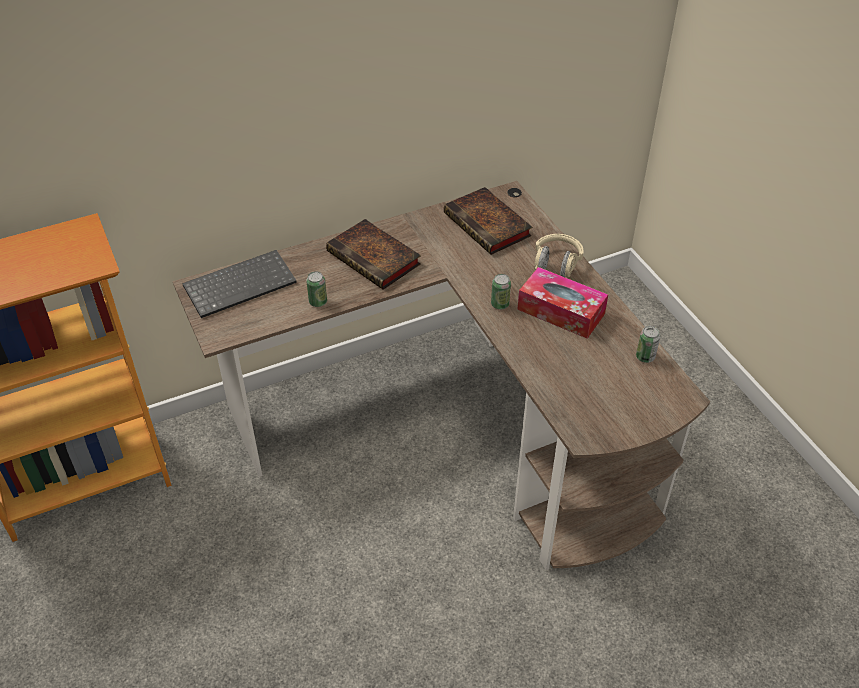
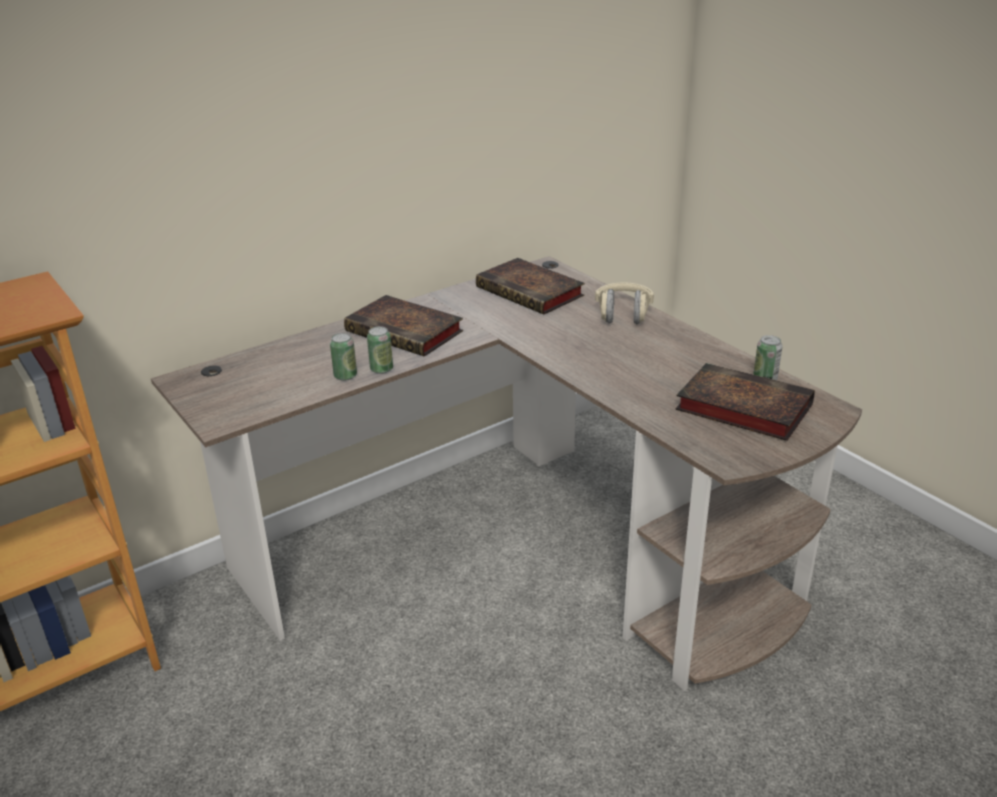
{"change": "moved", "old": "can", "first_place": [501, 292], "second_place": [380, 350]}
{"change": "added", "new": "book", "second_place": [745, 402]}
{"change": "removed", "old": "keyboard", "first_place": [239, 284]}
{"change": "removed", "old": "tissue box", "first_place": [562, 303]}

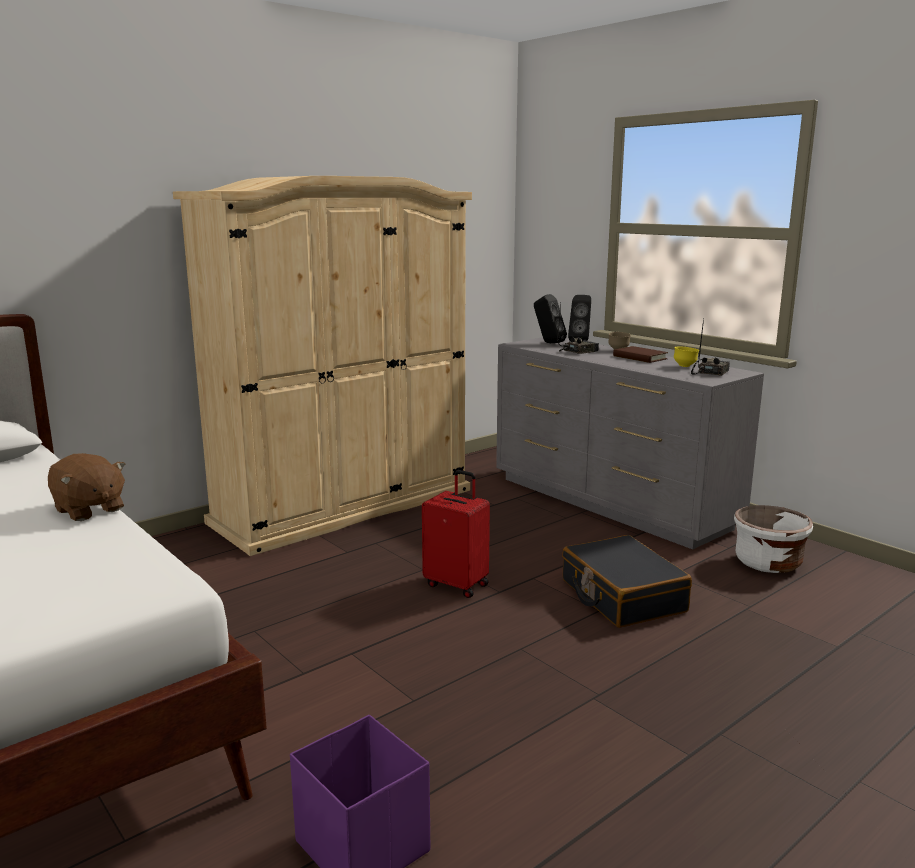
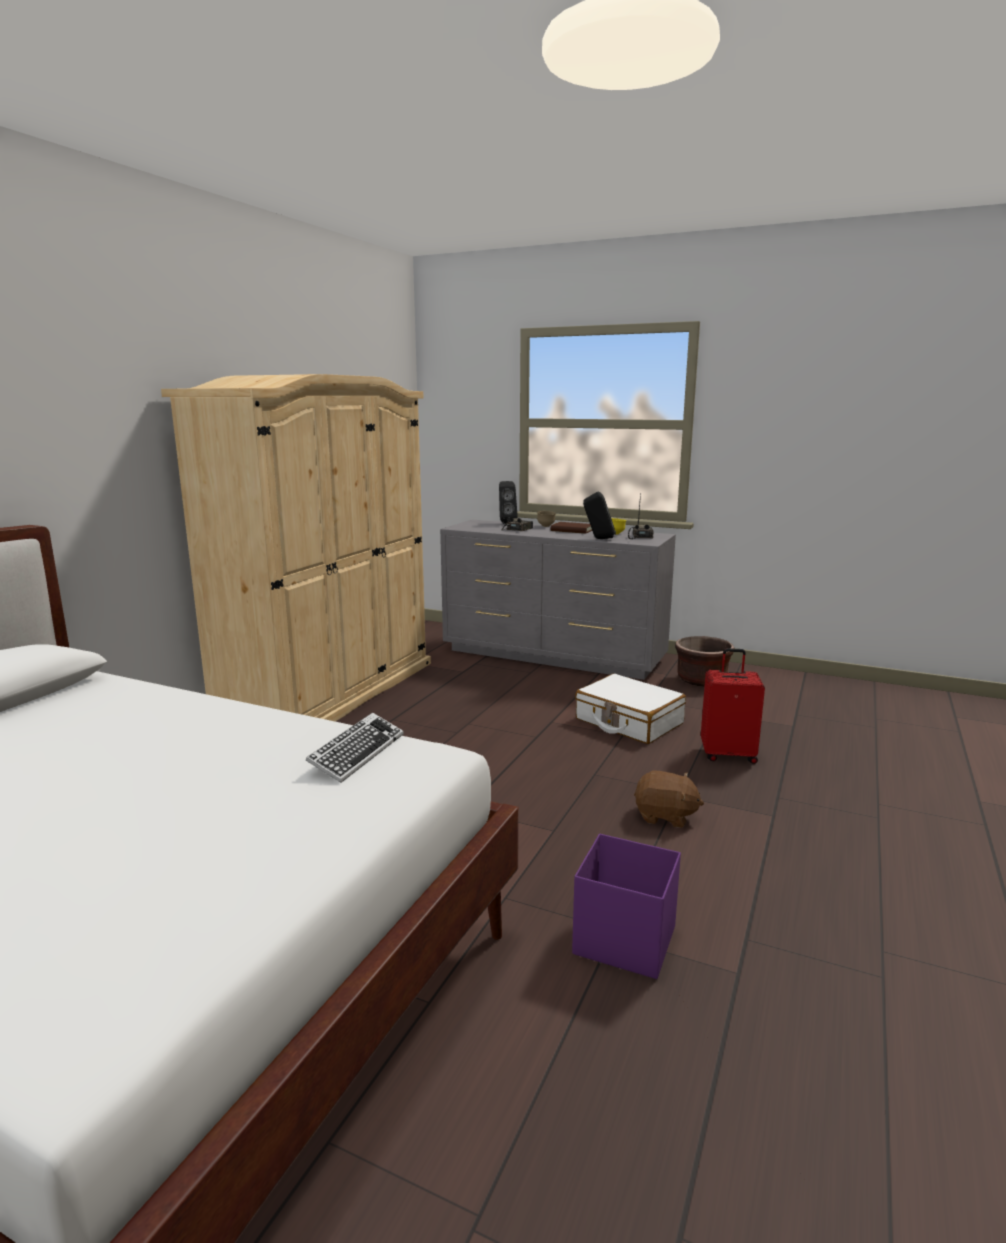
{"change": "added", "new": "keyboard", "second_place": [354, 747]}
{"change": "recoloured", "old": "suitcase/black", "new": "suitcase/white", "first_place": [627, 581], "second_place": [630, 709]}
{"change": "moved", "old": "speaker/black", "first_place": [550, 318], "second_place": [599, 515]}
{"change": "moved", "old": "plush toy/brown", "first_place": [87, 487], "second_place": [669, 799]}
{"change": "recoloured", "old": "planter/white", "new": "planter/brown", "first_place": [773, 539], "second_place": [705, 661]}
{"change": "moved", "old": "suitcase/red", "first_place": [456, 534], "second_place": [733, 706]}

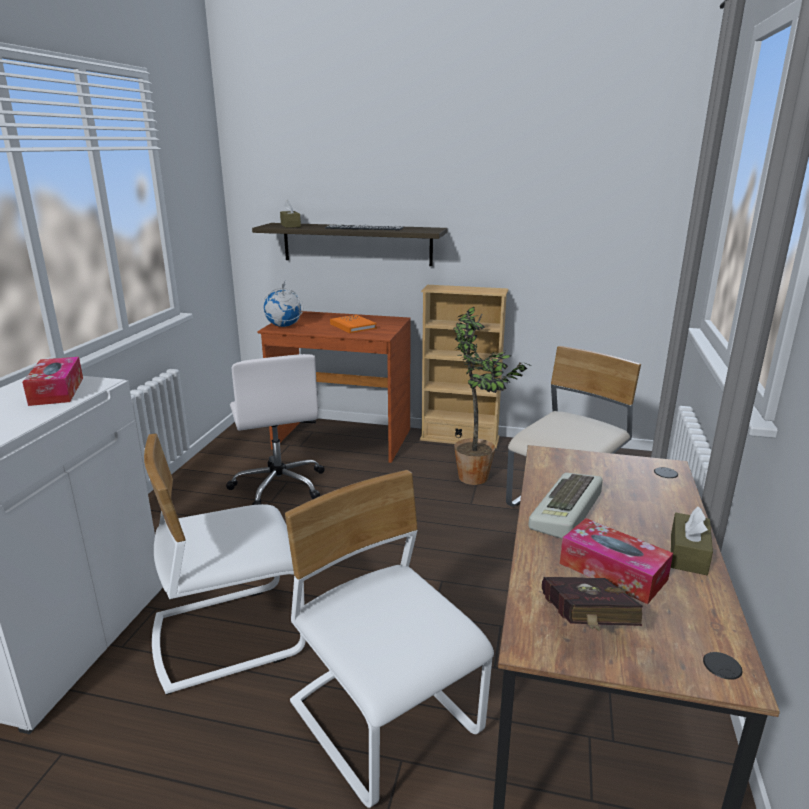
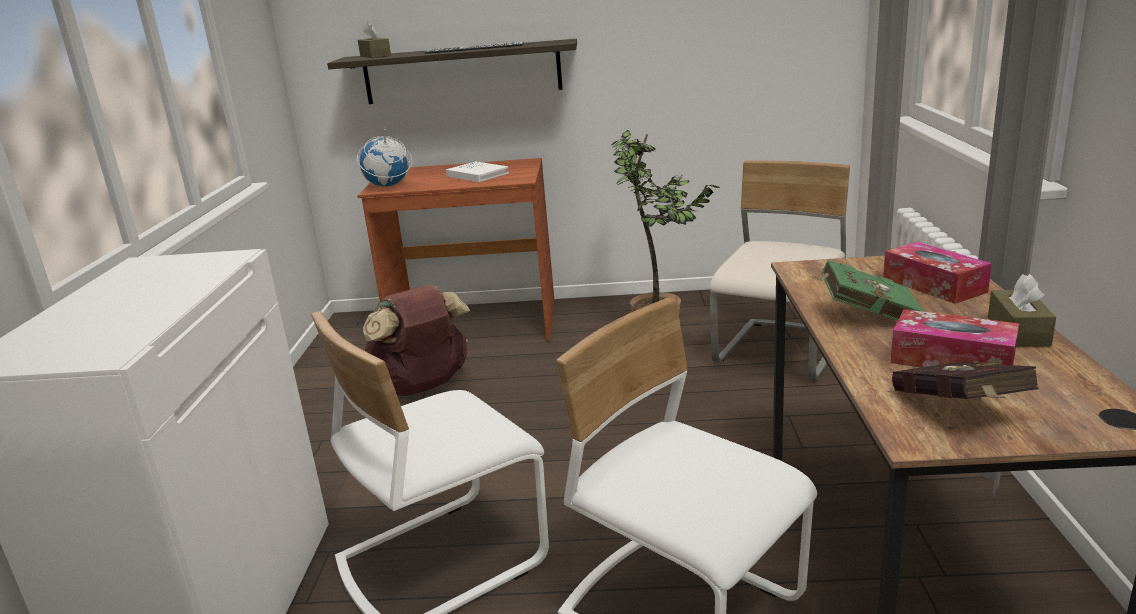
{"change": "replaced", "old": "office chair/white", "new": "backpack/brown", "first_place": [275, 429], "second_place": [416, 340]}
{"change": "recoloured", "old": "book/orange", "new": "book/white", "first_place": [353, 324], "second_place": [477, 171]}
{"change": "replaced", "old": "keyboard", "new": "book/green", "first_place": [565, 506], "second_place": [867, 290]}
{"change": "moved", "old": "tissue box", "first_place": [52, 381], "second_place": [937, 273]}
{"change": "removed", "old": "bookcase/beige", "first_place": [464, 366]}

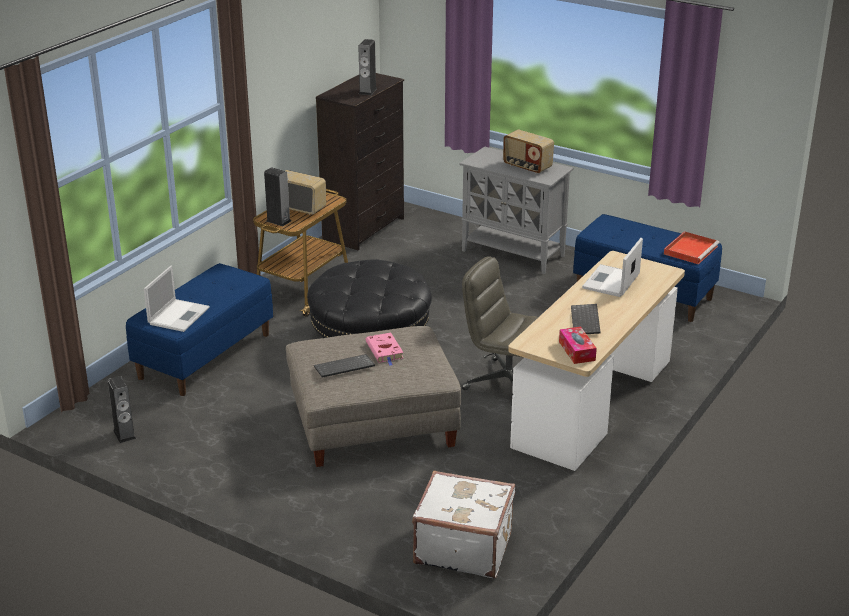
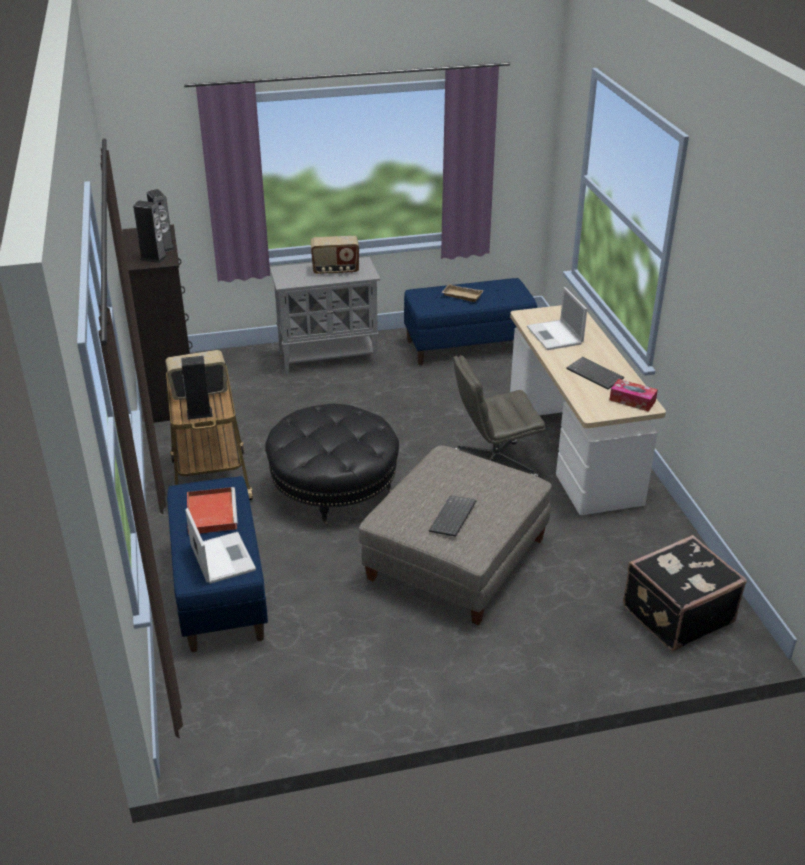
{"change": "moved", "old": "speaker", "first_place": [122, 409], "second_place": [150, 232]}
{"change": "moved", "old": "tray/red", "first_place": [692, 247], "second_place": [212, 511]}
{"change": "added", "new": "tray/beige", "second_place": [462, 293]}
{"change": "recoloured", "old": "suitcase/white", "new": "suitcase/black", "first_place": [463, 524], "second_place": [685, 593]}
{"change": "removed", "old": "book/pink", "first_place": [385, 349]}

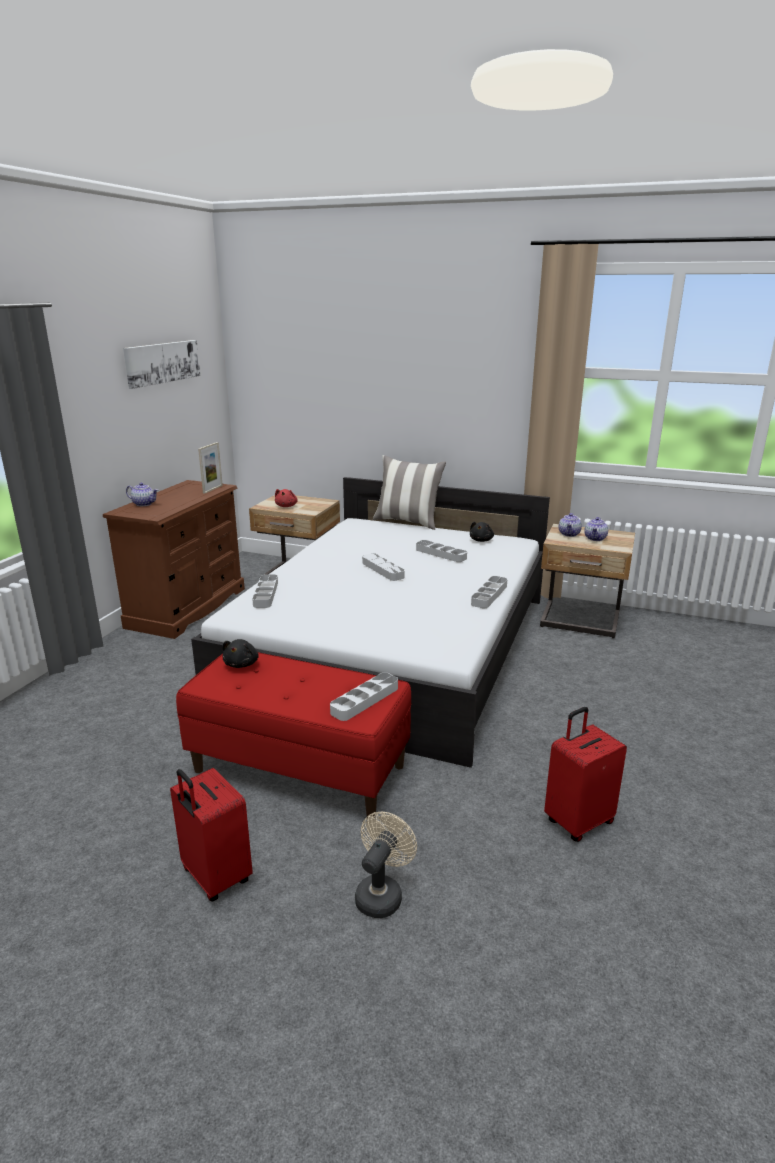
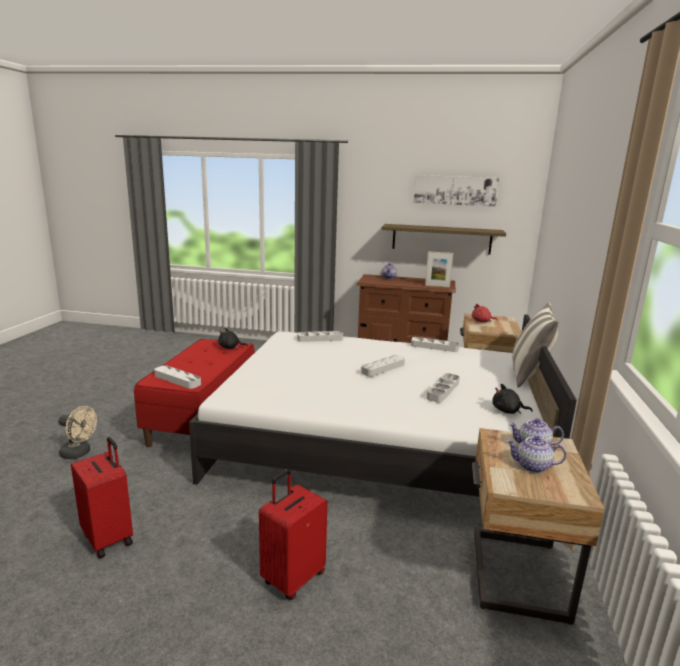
{"change": "moved", "old": "suitcase/red", "first_place": [211, 835], "second_place": [293, 534]}
{"change": "added", "new": "shelf", "second_place": [444, 239]}
{"change": "moved", "old": "tray/grey", "first_place": [489, 592], "second_place": [435, 344]}

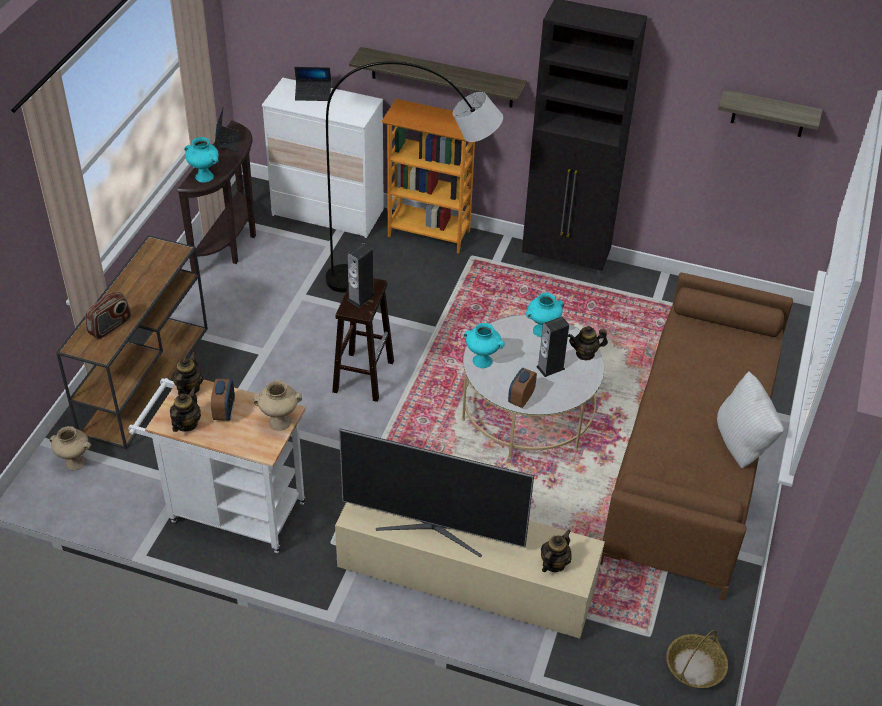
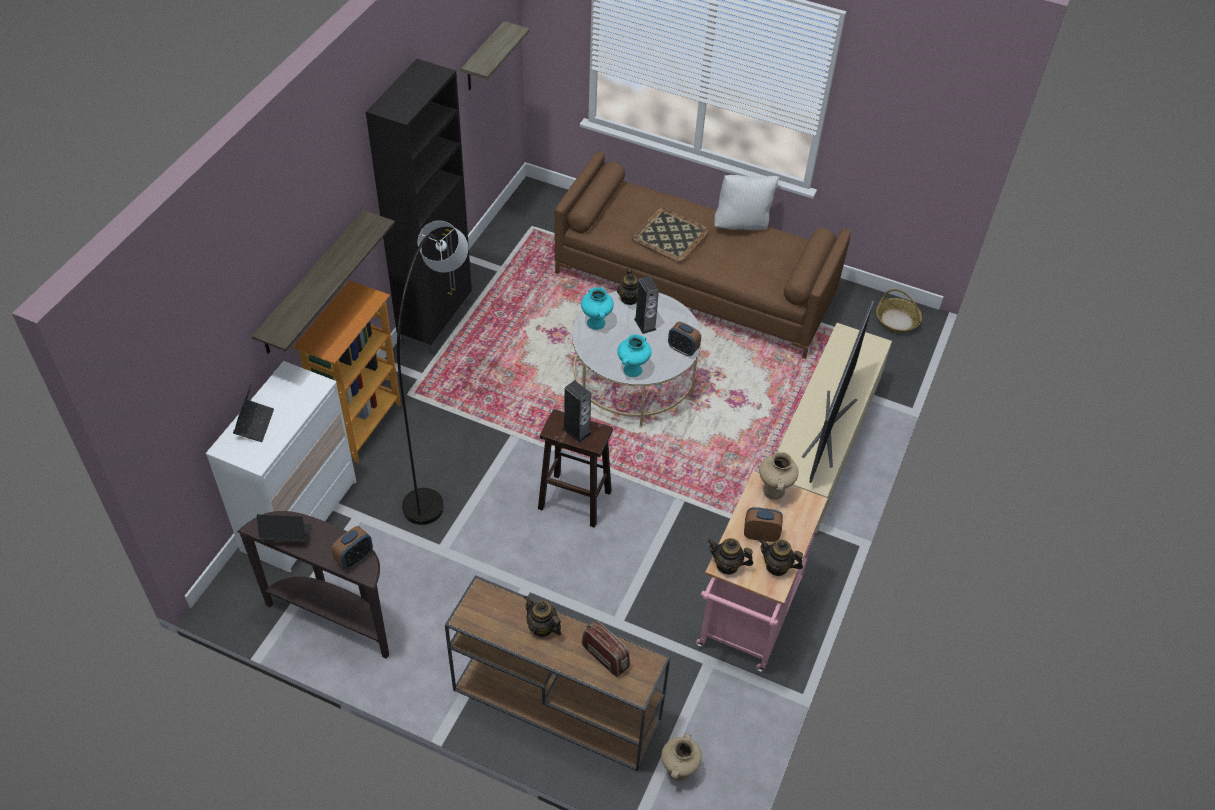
{"change": "replaced", "old": "vase/turquoise", "new": "alarm clock", "first_place": [201, 160], "second_place": [352, 548]}
{"change": "moved", "old": "teapot", "first_place": [556, 551], "second_place": [543, 616]}
{"change": "added", "new": "tray", "second_place": [671, 235]}
{"change": "recoloured", "old": "cart/white", "new": "cart/pink", "first_place": [217, 465], "second_place": [762, 571]}

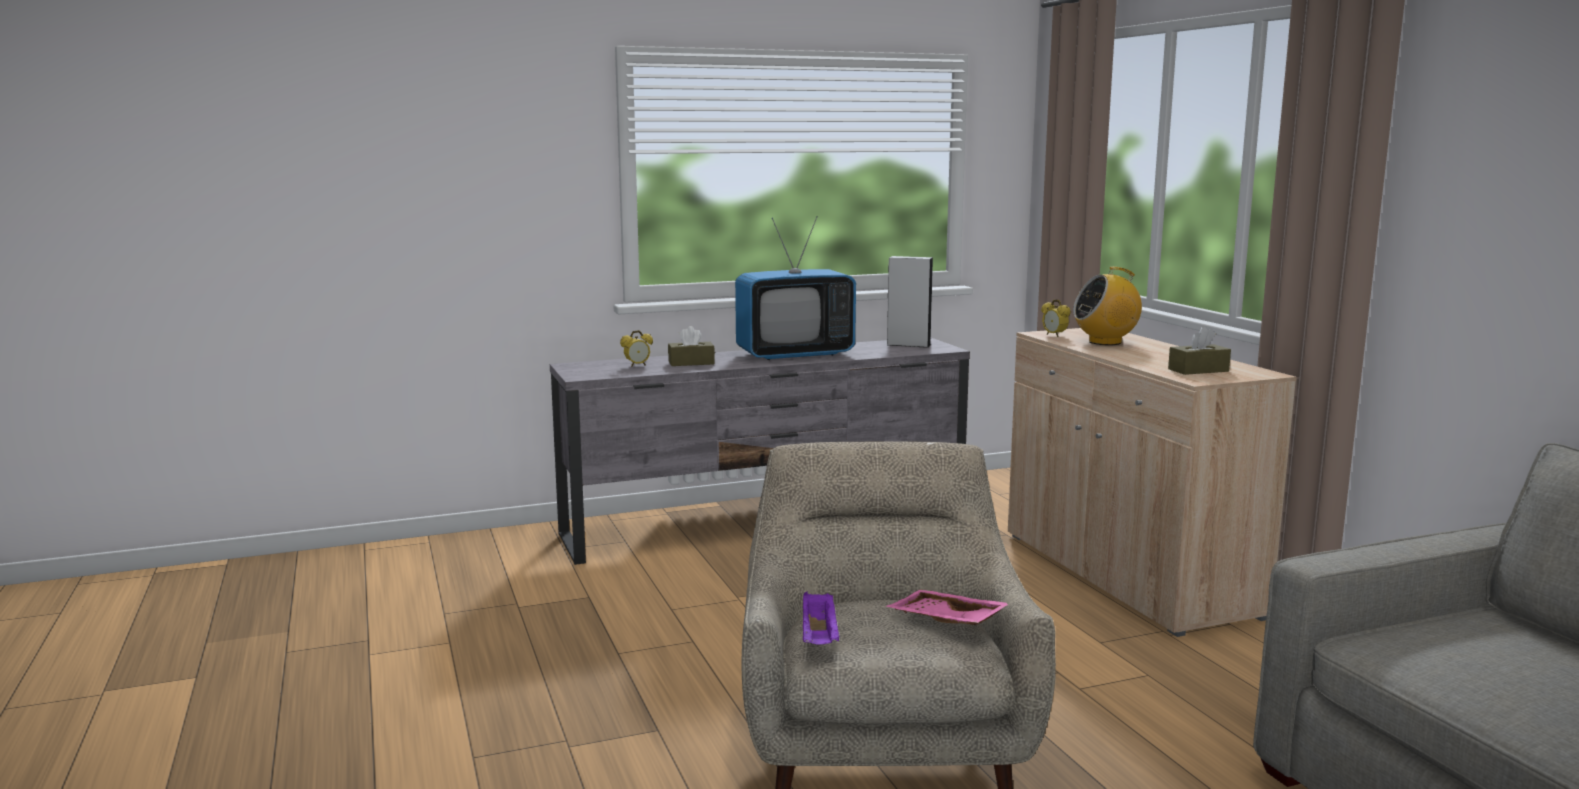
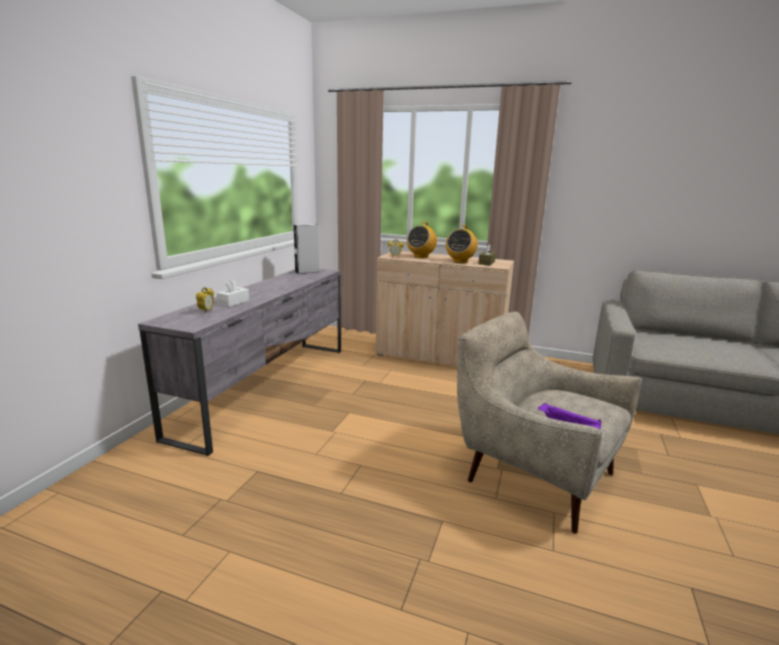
{"change": "recoloured", "old": "tissue box/brown", "new": "tissue box/white", "first_place": [691, 346], "second_place": [233, 293]}
{"change": "added", "new": "radio", "second_place": [462, 244]}
{"change": "removed", "old": "television", "first_place": [795, 288]}
{"change": "removed", "old": "tray/pink", "first_place": [946, 607]}

